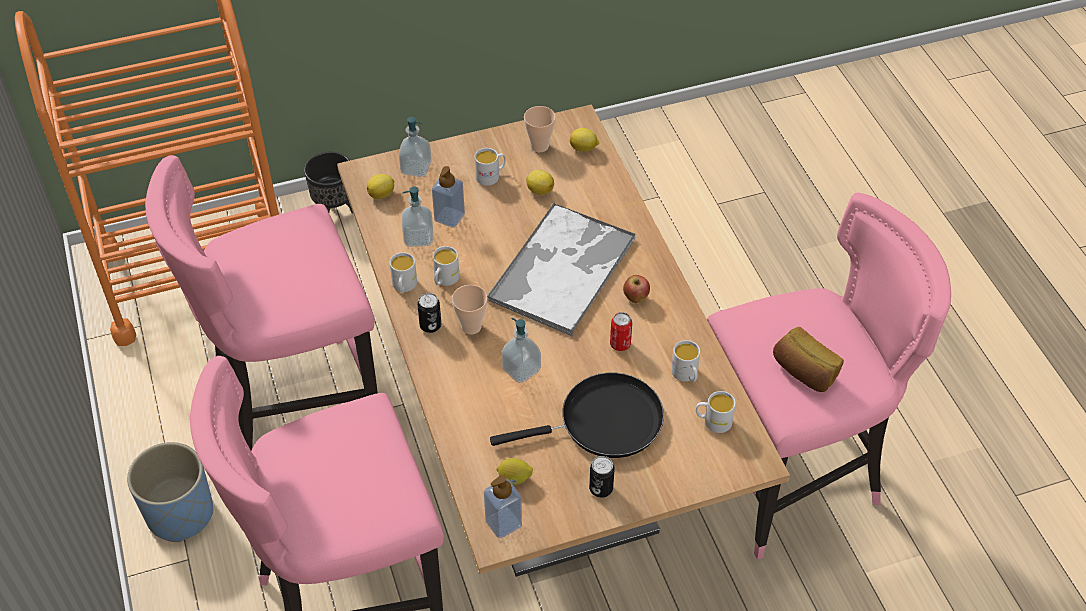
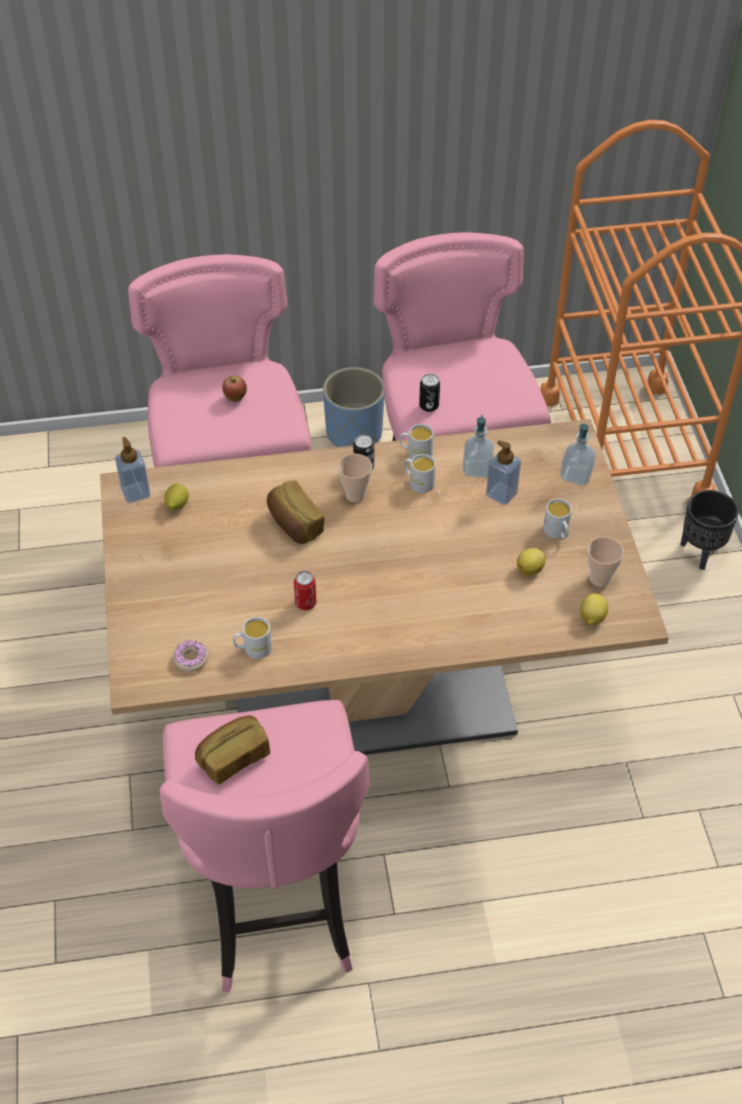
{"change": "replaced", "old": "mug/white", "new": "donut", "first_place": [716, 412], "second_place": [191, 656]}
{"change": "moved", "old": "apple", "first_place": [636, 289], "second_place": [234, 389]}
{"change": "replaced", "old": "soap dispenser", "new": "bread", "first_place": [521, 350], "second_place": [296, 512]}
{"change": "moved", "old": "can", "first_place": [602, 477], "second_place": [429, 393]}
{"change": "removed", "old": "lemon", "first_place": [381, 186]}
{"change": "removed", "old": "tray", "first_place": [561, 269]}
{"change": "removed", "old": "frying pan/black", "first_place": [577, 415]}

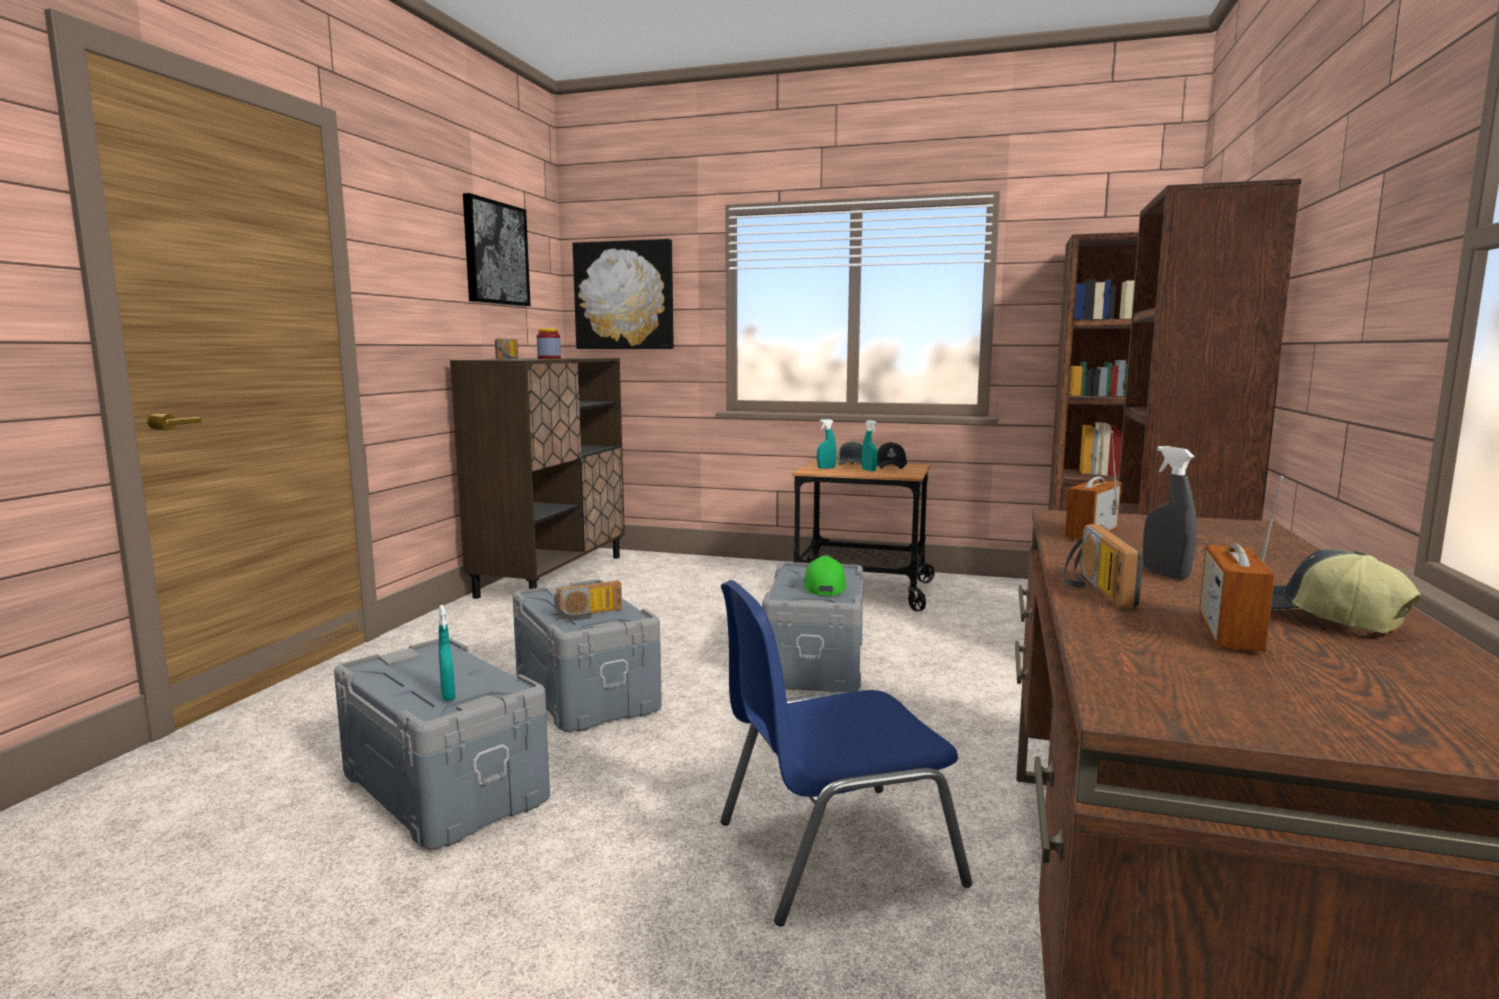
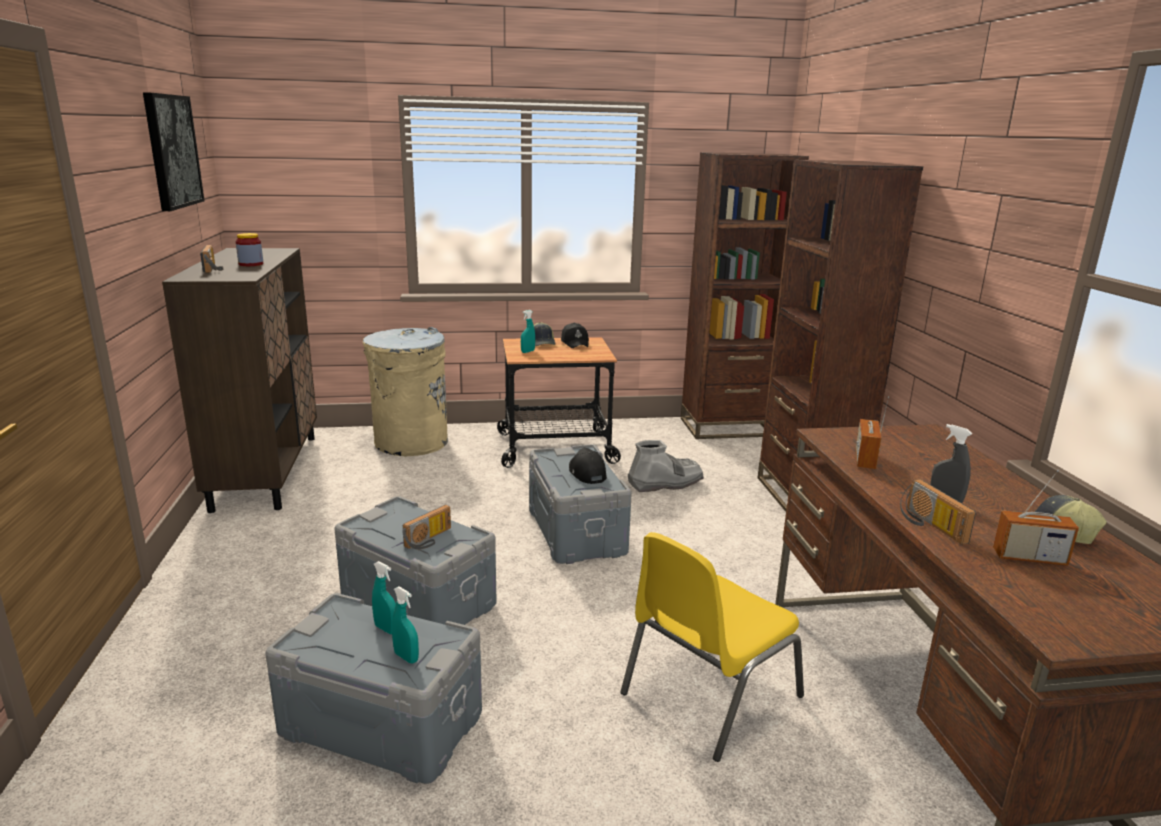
{"change": "added", "new": "trash can/beige", "second_place": [405, 391]}
{"change": "moved", "old": "spray bottle/turquoise", "first_place": [870, 445], "second_place": [384, 597]}
{"change": "recoloured", "old": "cap/green", "new": "cap/black", "first_place": [825, 576], "second_place": [588, 466]}
{"change": "recoloured", "old": "chair/blue", "new": "chair/yellow", "first_place": [846, 753], "second_place": [712, 647]}
{"change": "added", "new": "boot/grey", "second_place": [666, 466]}
{"change": "turned", "old": "radio", "first_place": [1241, 564], "second_place": [1036, 517], "degrees": -75}
{"change": "removed", "old": "picture", "first_place": [623, 294]}

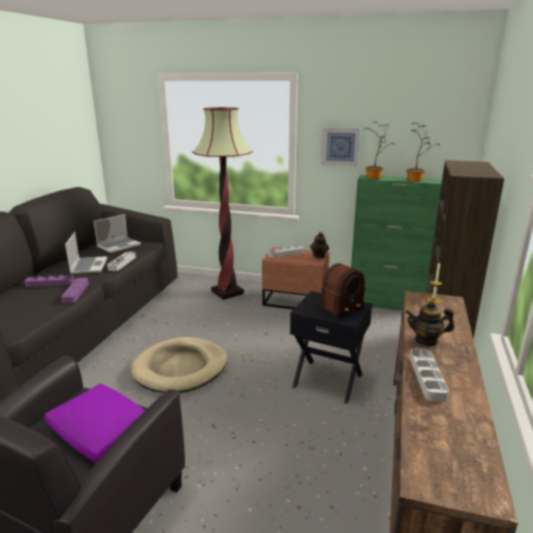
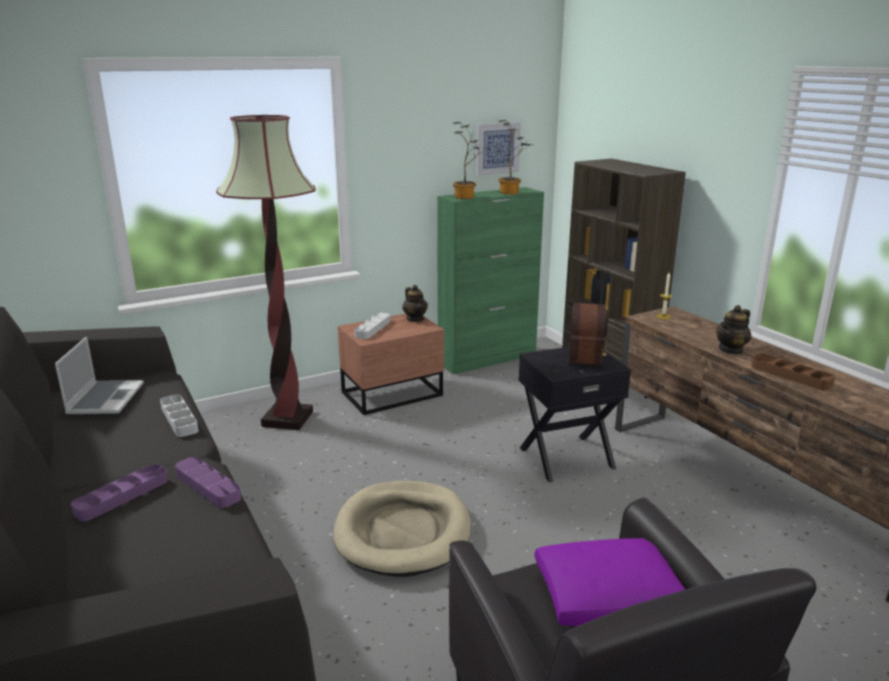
{"change": "moved", "old": "picture", "first_place": [341, 146], "second_place": [498, 149]}
{"change": "recoloured", "old": "tray/grey", "new": "tray/brown", "first_place": [429, 375], "second_place": [793, 372]}
{"change": "removed", "old": "laptop", "first_place": [86, 253]}

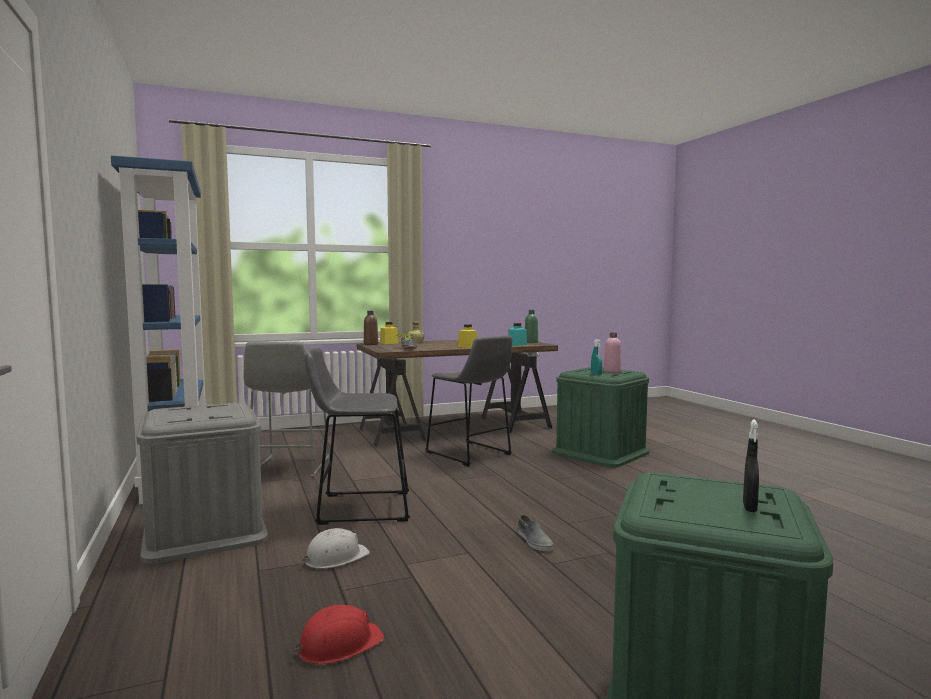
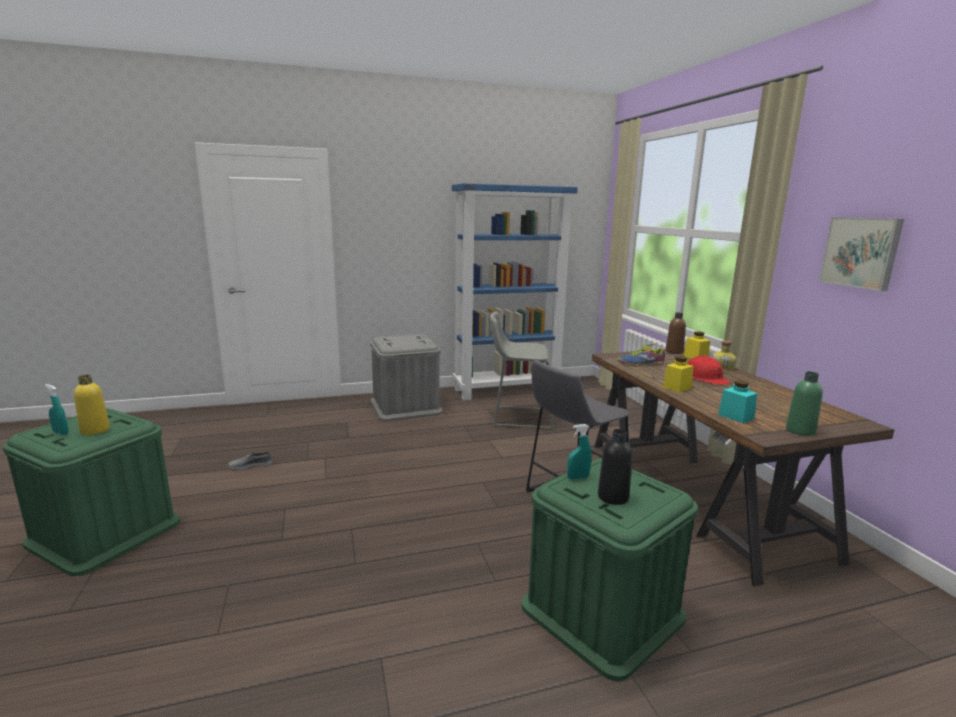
{"change": "recoloured", "old": "spray bottle/black", "new": "spray bottle/turquoise", "first_place": [751, 466], "second_place": [57, 409]}
{"change": "added", "new": "bottle/yellow", "second_place": [92, 405]}
{"change": "moved", "old": "shoe/grey", "first_place": [535, 533], "second_place": [250, 460]}
{"change": "recoloured", "old": "bottle/pink", "new": "bottle/black", "first_place": [612, 352], "second_place": [615, 467]}
{"change": "moved", "old": "hard hat/red", "first_place": [338, 634], "second_place": [708, 370]}
{"change": "added", "new": "picture", "second_place": [861, 254]}
{"change": "removed", "old": "hard hat/white", "first_place": [336, 548]}
{"change": "removed", "old": "stool/grey", "first_place": [357, 436]}

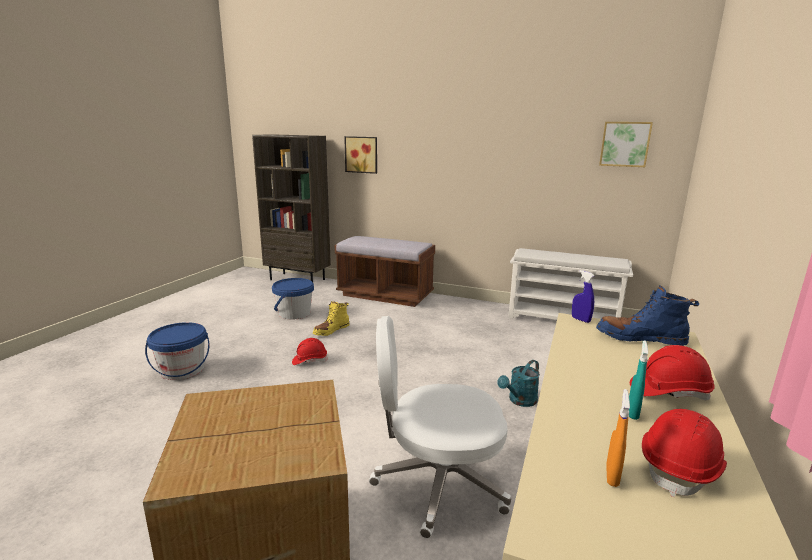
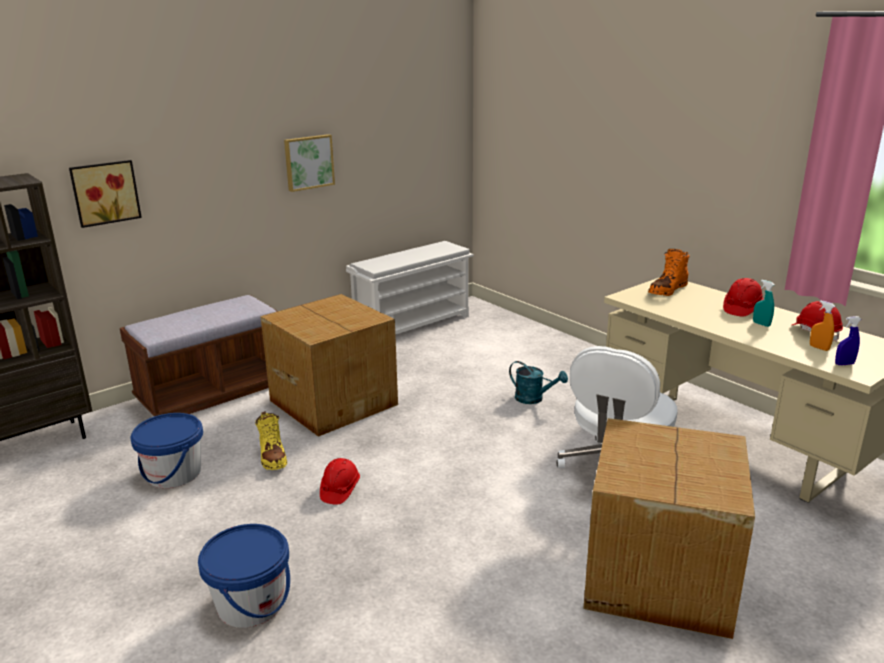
{"change": "added", "new": "cardboard box", "second_place": [329, 365]}
{"change": "moved", "old": "picture", "first_place": [626, 144], "second_place": [309, 163]}
{"change": "turned", "old": "watering can/turquoise", "first_place": [518, 383], "second_place": [538, 382], "degrees": -45}
{"change": "recoloured", "old": "boot/blue", "new": "boot/orange", "first_place": [647, 315], "second_place": [669, 272]}
{"change": "moved", "old": "spray bottle/blue", "first_place": [583, 296], "second_place": [848, 340]}

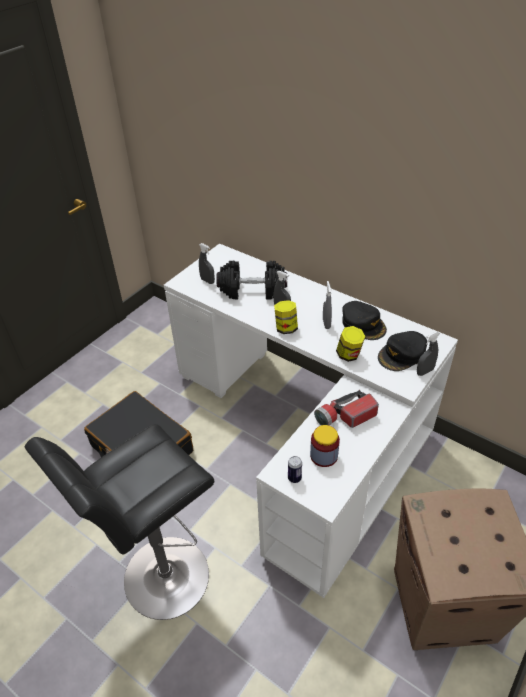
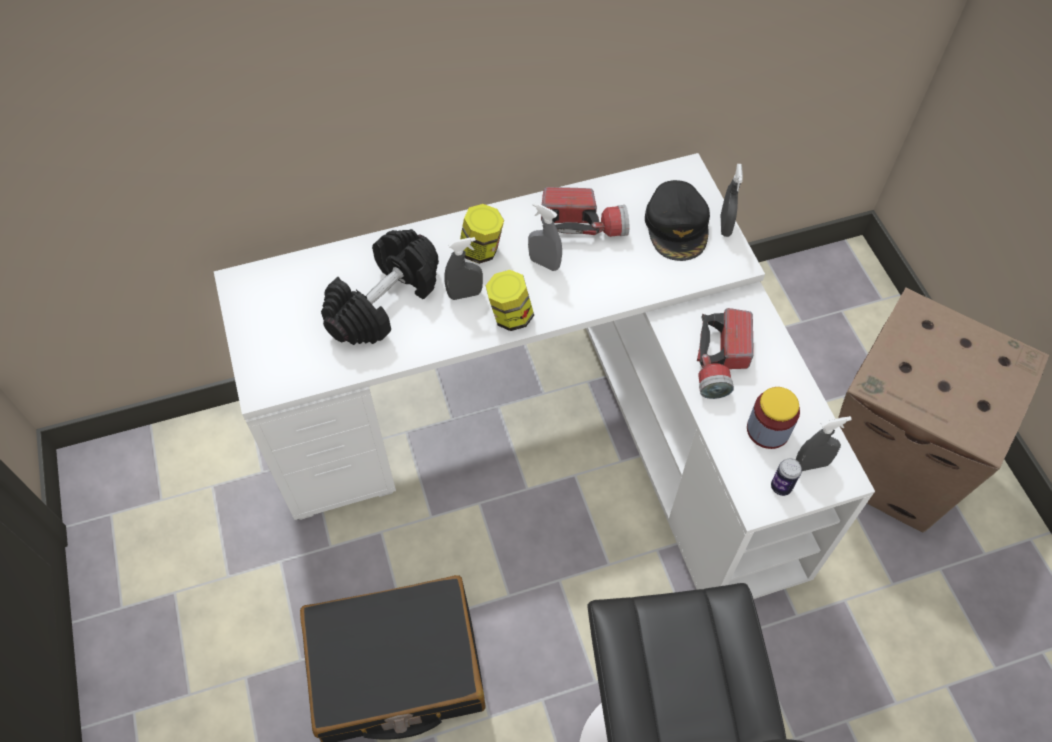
{"change": "moved", "old": "jar", "first_place": [351, 344], "second_place": [482, 234]}
{"change": "replaced", "old": "cap/black", "new": "flashlight", "first_place": [364, 320], "second_place": [585, 212]}
{"change": "moved", "old": "spray bottle/grey", "first_place": [207, 263], "second_place": [823, 443]}

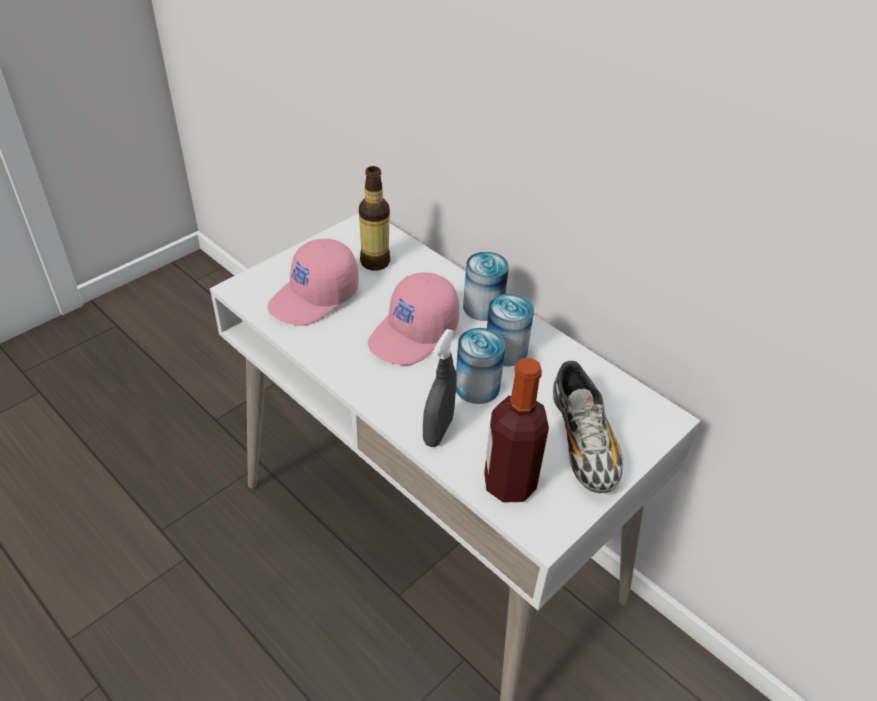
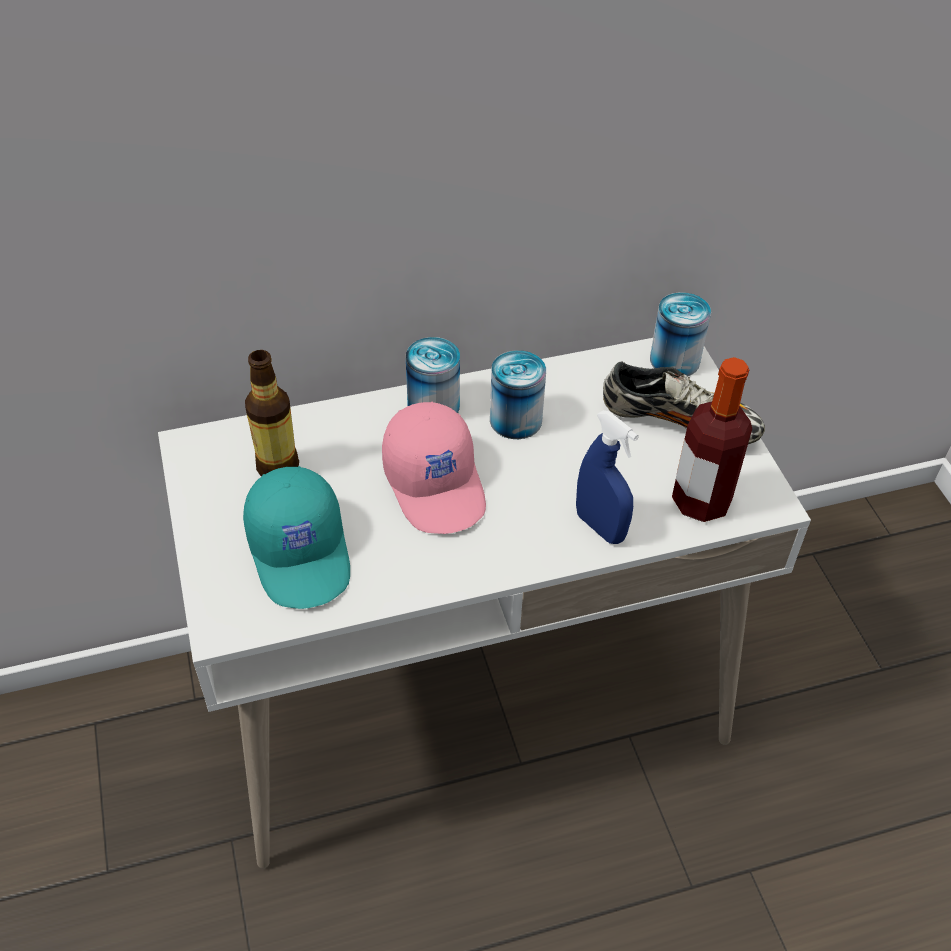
{"change": "recoloured", "old": "cap/pink", "new": "cap/turquoise", "first_place": [313, 282], "second_place": [296, 537]}
{"change": "recoloured", "old": "spray bottle/grey", "new": "spray bottle/blue", "first_place": [439, 388], "second_place": [607, 477]}
{"change": "moved", "old": "can", "first_place": [480, 366], "second_place": [680, 334]}

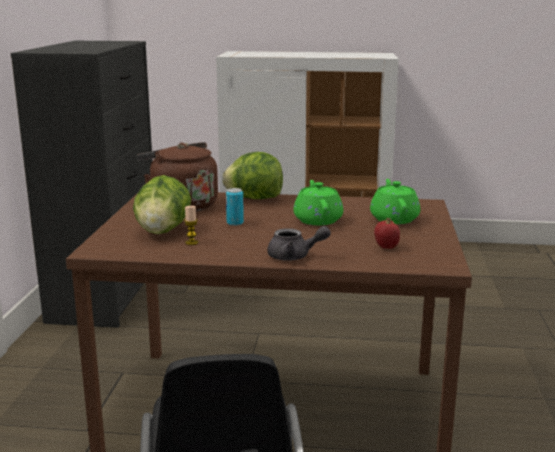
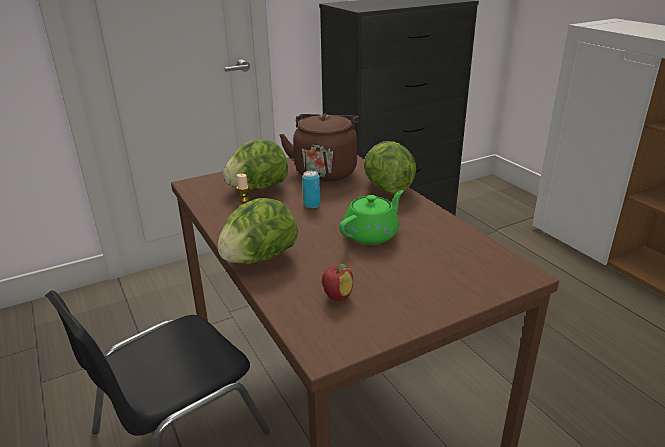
{"change": "replaced", "old": "teapot/grey", "new": "lettuce", "first_place": [299, 243], "second_place": [257, 231]}
{"change": "removed", "old": "teapot/green", "first_place": [395, 201]}

